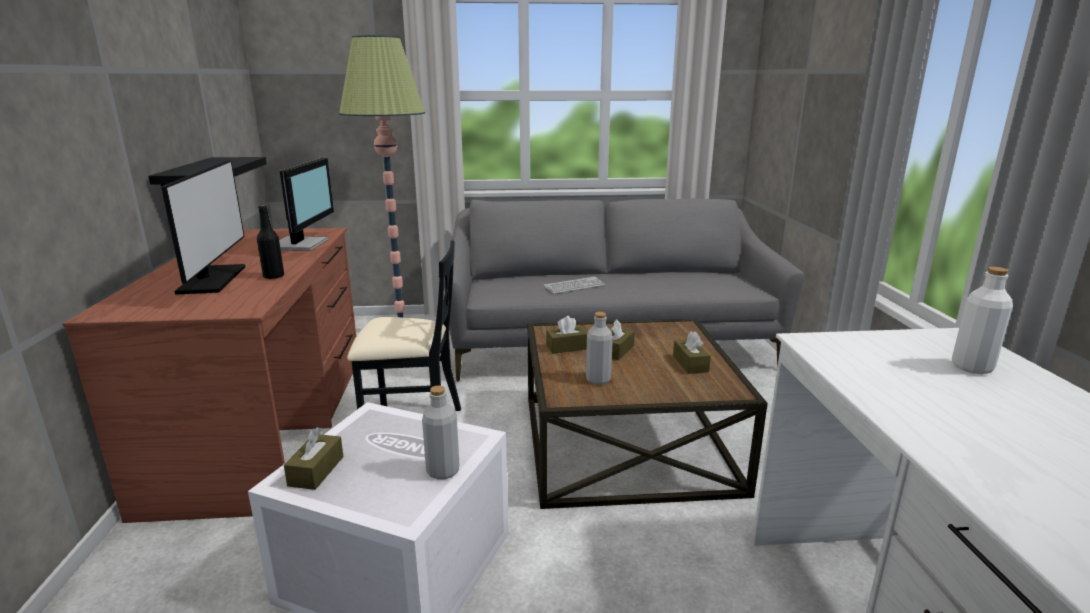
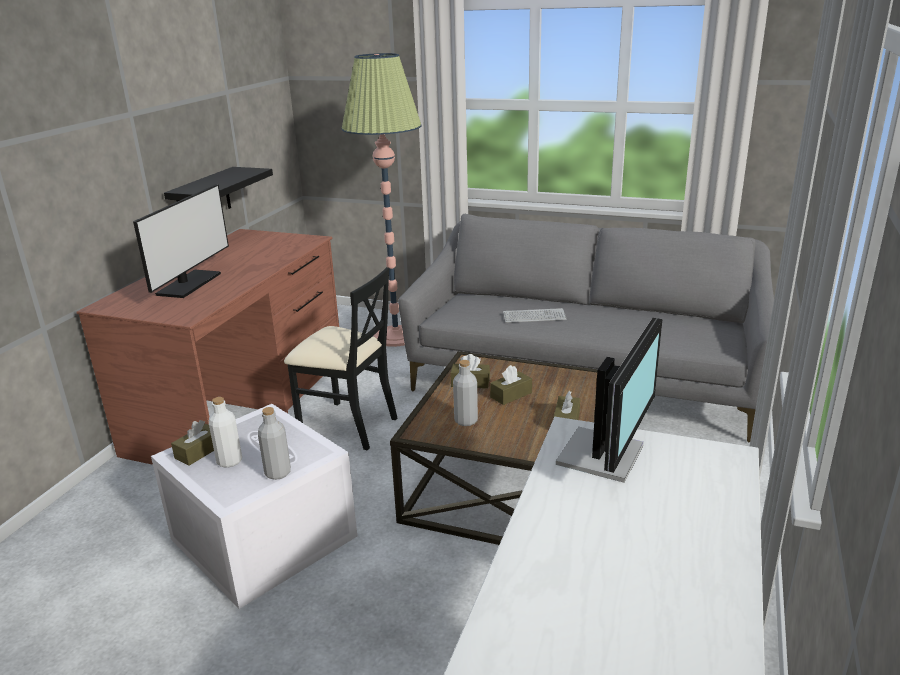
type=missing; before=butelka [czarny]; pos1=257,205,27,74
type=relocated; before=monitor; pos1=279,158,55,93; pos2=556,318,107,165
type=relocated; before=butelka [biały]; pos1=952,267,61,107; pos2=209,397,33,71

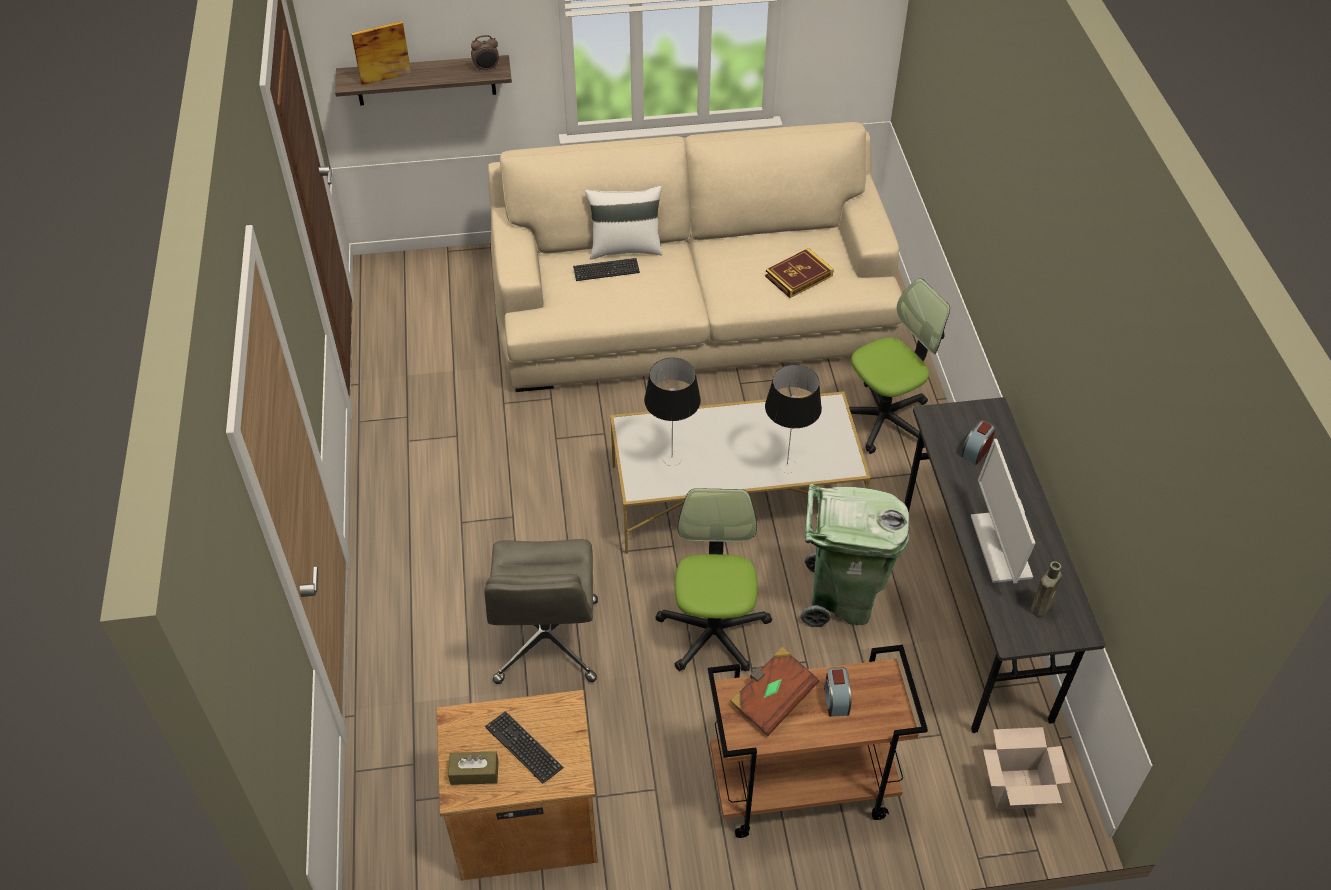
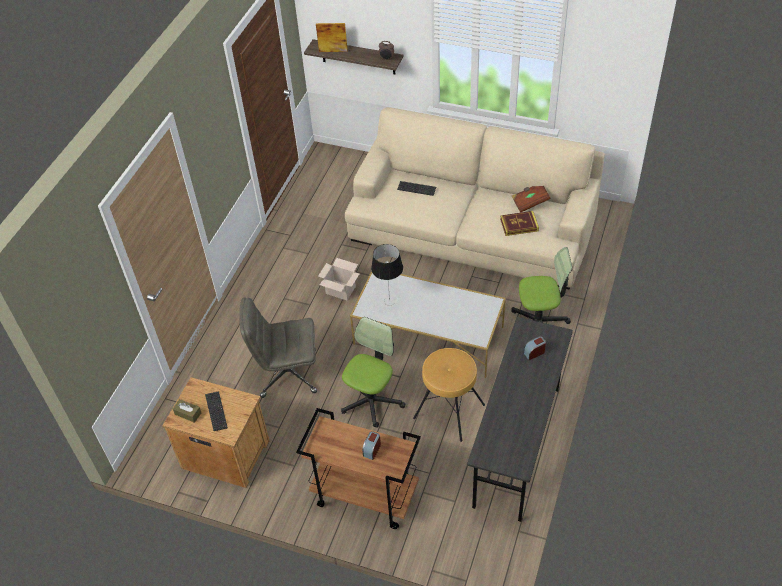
type=missing; before=poduszka [biały]; pos1=585,186,77,73
type=missing; before=lampa stołowa; pos1=765,365,57,108
type=missing; before=monitor; pos1=971,439,65,144
type=missing; before=butelka [brązowy]; pos1=1031,561,31,56
type=relocated; before=książka [brązowy]; pos1=730,647,90,89; pos2=512,186,38,27
type=relocated; before=karton; pos1=983,727,88,83; pos2=318,258,42,42
type=exchanged; before=kosz na śmieci [zielony]; after=stołek [brązowy]; pos1=801,484,108,143; pos2=413,348,72,94
type=spun; before=krzesło biurowe [szary]; pos1=484,539,114,145; pos2=239,297,78,101; turn=60

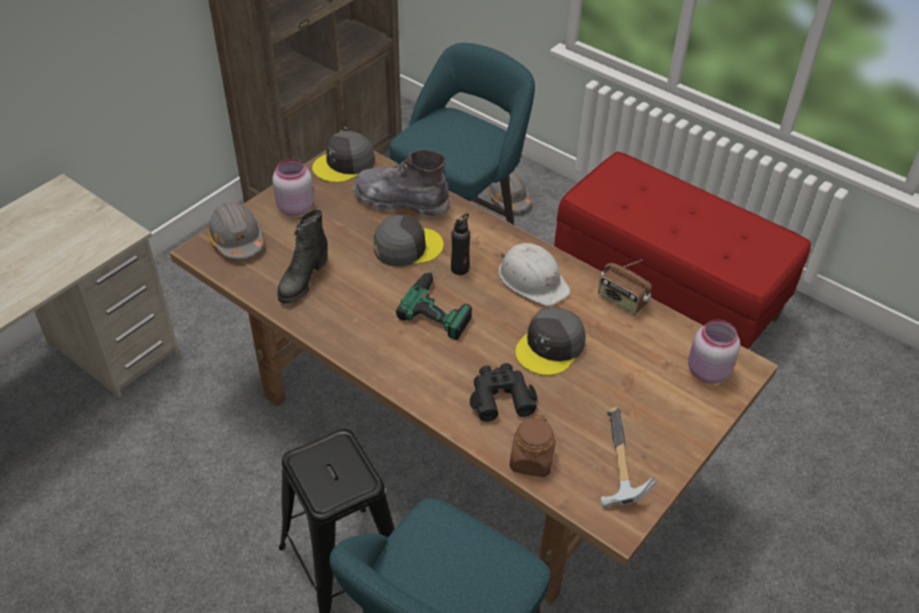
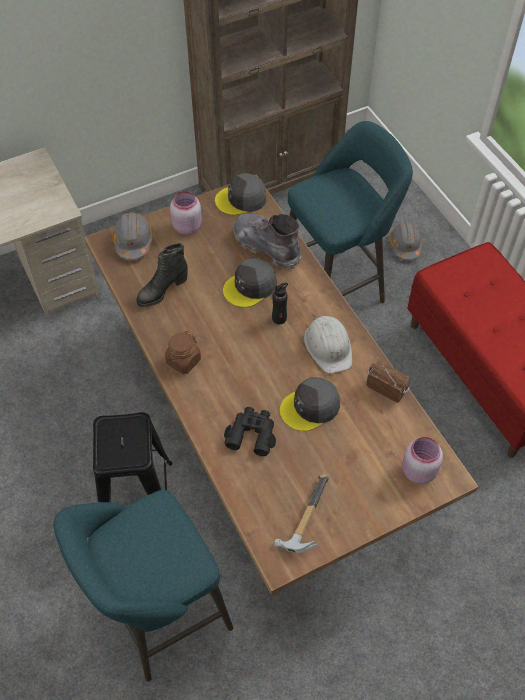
type=missing; before=wiertarka; pos1=396,265,76,75
type=relocated; before=słoik [brązowy]; pos1=510,414,46,63; pos2=165,331,36,43
type=spun; before=czapka z daszkiem [szary]; pos1=373,215,71,52; pos2=223,258,54,49; turn=135
type=spun; before=radio; pos1=598,260,54,55; pos2=366,361,44,42; turn=150

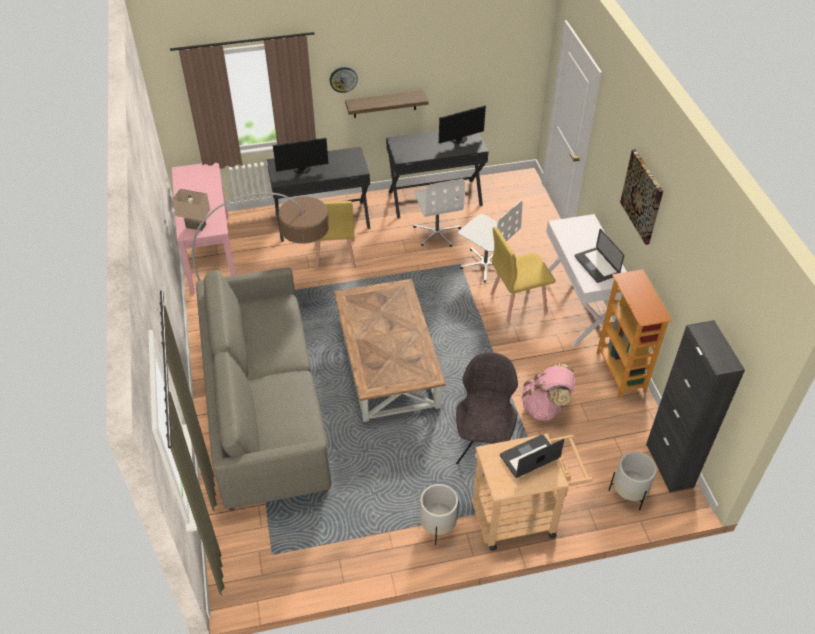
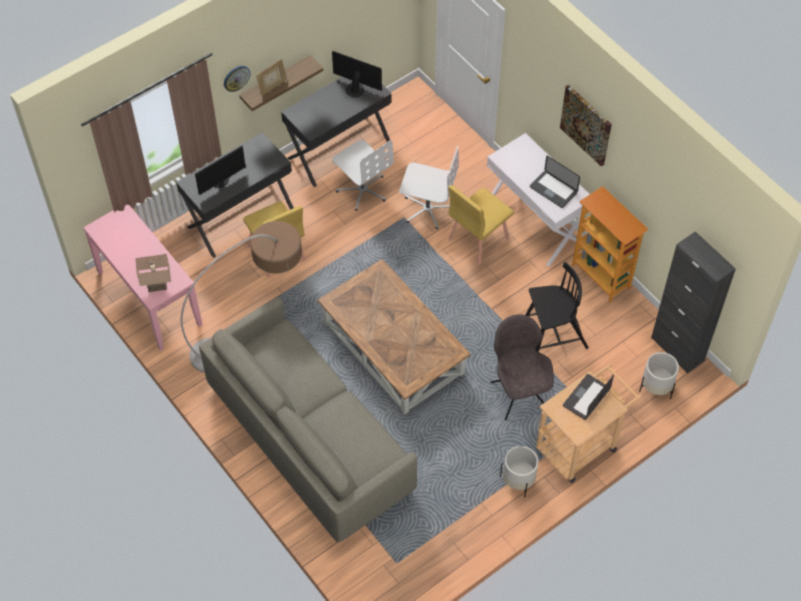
type=appeared; after=ramka na zdjęcie; pos2=256,59,31,36
type=exchanged; before=plecak [różowy]; after=krzesło [czarny]; pos1=522,363,53,58; pos2=526,262,63,90
type=spun; before=monitor; pos1=439,105,47,39; pos2=332,51,50,46; turn=-105

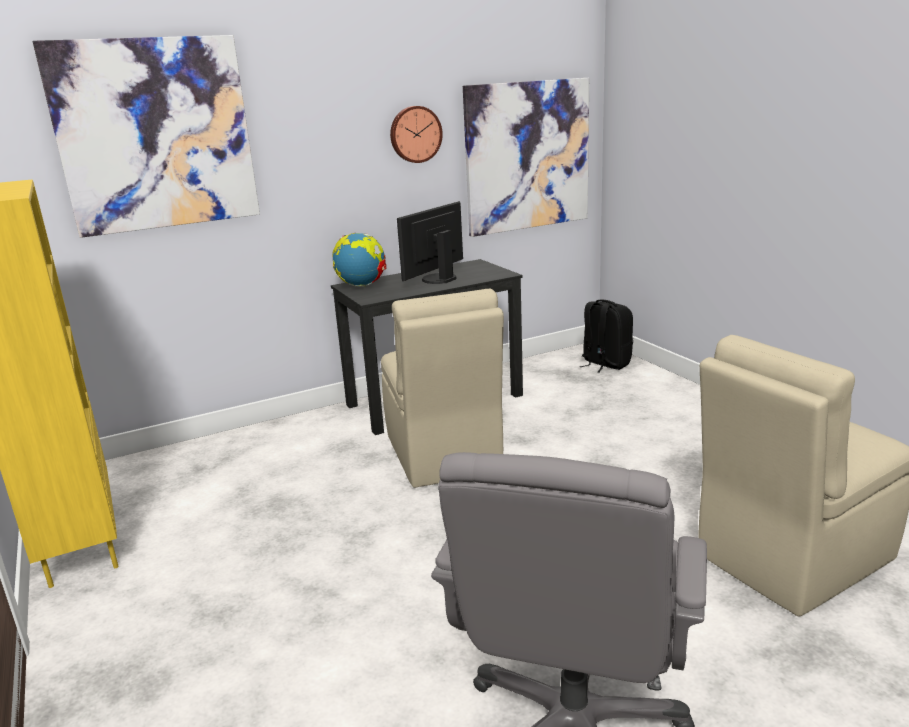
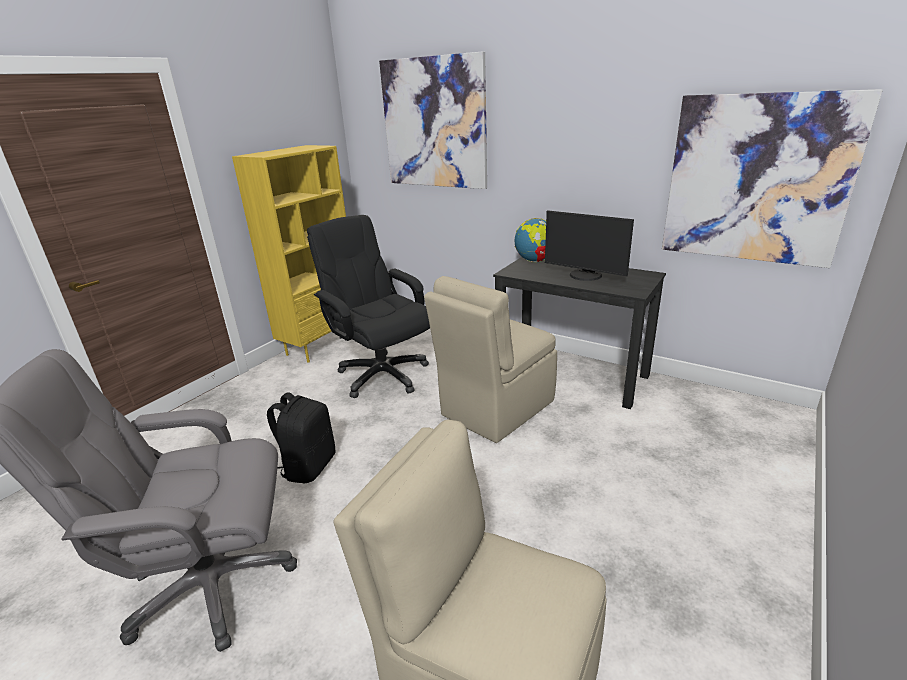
type=missing; before=zegar ścienny; pos1=390,106,53,57
type=appeared; after=krzesło biurowe [czarny]; pos2=307,215,123,183
type=relocated; before=plecak [czarny]; pos1=579,300,54,73; pos2=267,392,68,91
type=spun; before=monitor; pos1=397,201,66,83; pos2=545,210,89,71; turn=-150

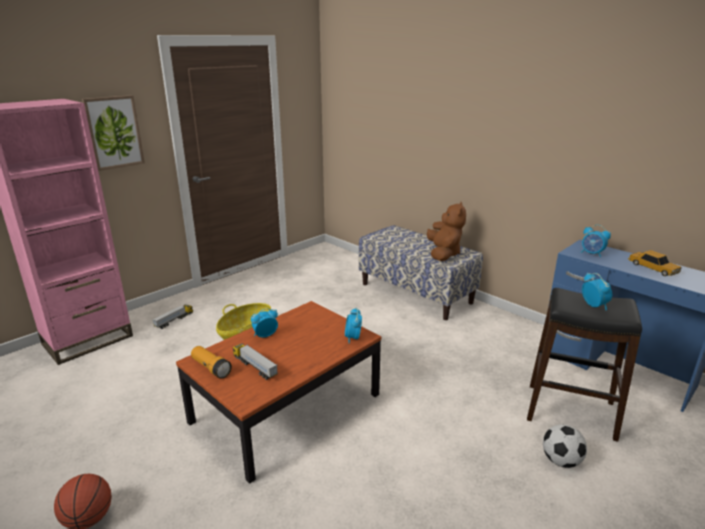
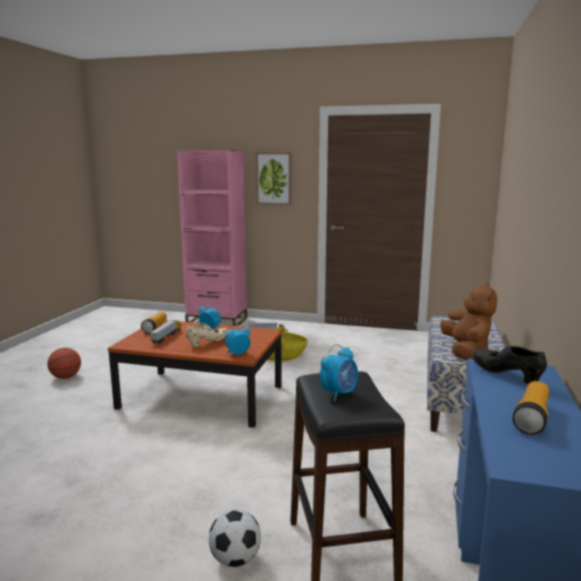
type=appeared; after=but [beżowy]; pos2=185,323,43,24
type=exchanged; before=budzik; after=but [czarny]; pos1=581,225,30,32; pos2=473,346,74,38
type=exchanged; before=samochodzik; after=latarka; pos1=628,250,53,26; pos2=513,381,36,54
type=spun; before=pluszak [brązowy]; pos1=427,202,39,59; pos2=440,283,57,77; turn=-60

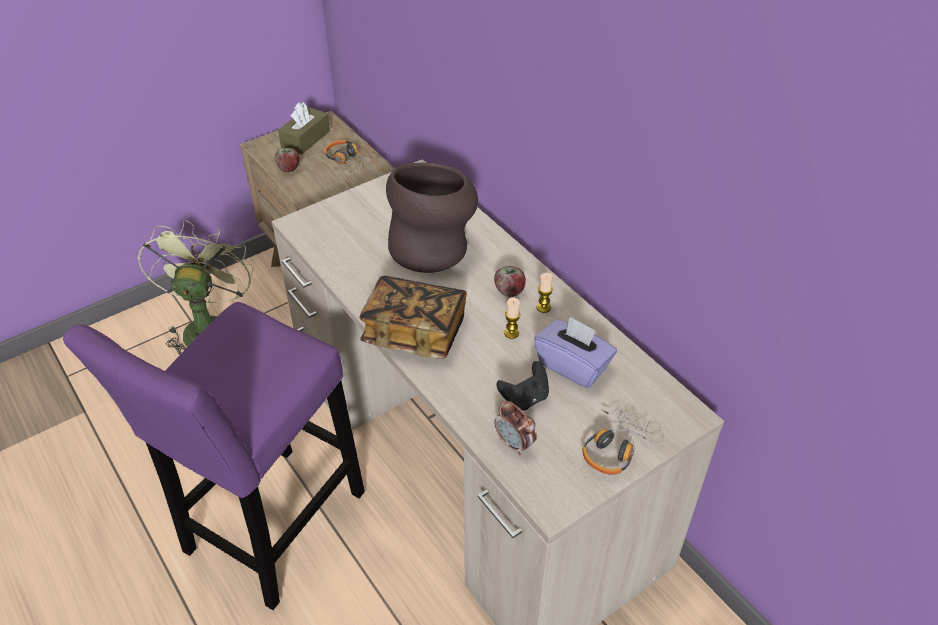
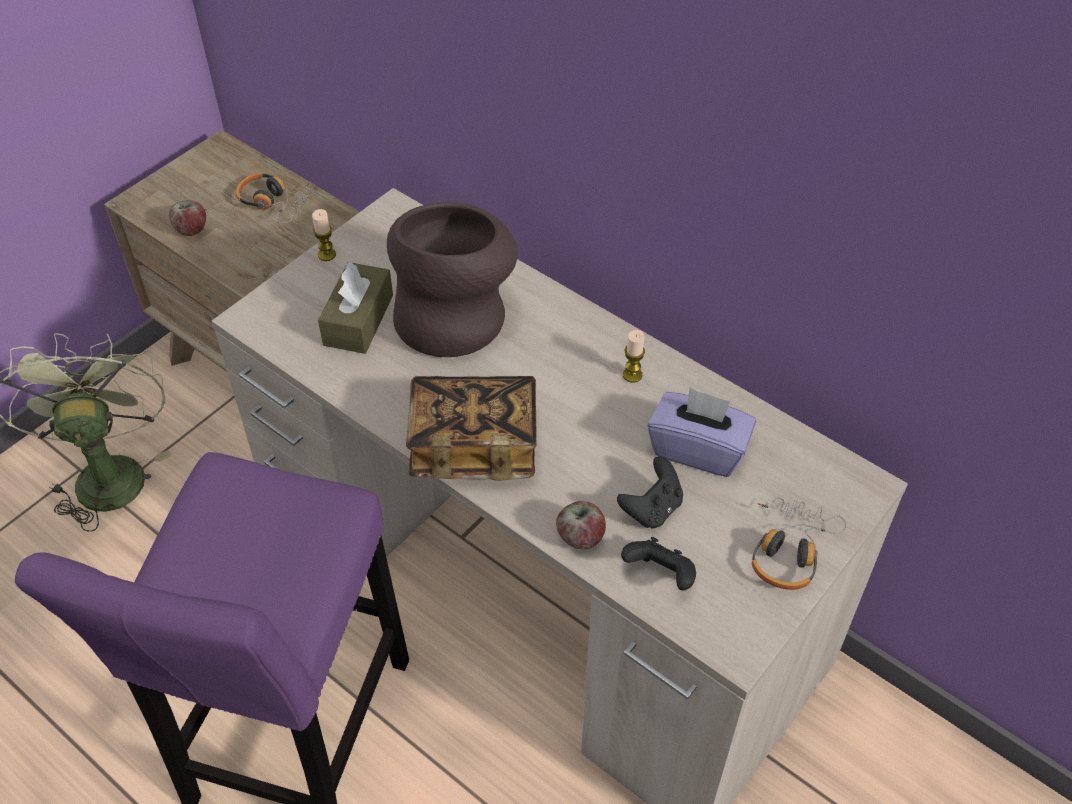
type=relocated; before=pudełko chusteczek [brązowy]; pos1=278,102,52,53; pos2=318,262,75,92
type=relocated; before=jabłko; pos1=494,266,32,31; pos2=556,501,50,49
type=relocated; before=świeca; pos1=504,297,16,42; pos2=312,209,24,52
type=exchanged; before=budzik; after=pad do gier [czarny]; pos1=494,400,43,55; pos2=621,537,75,54

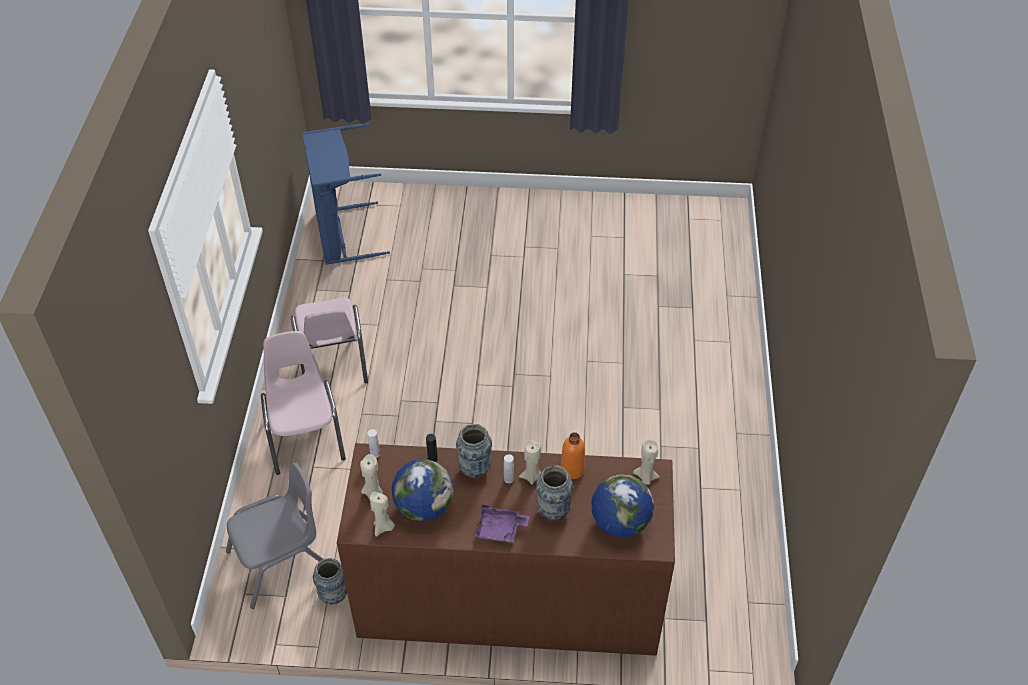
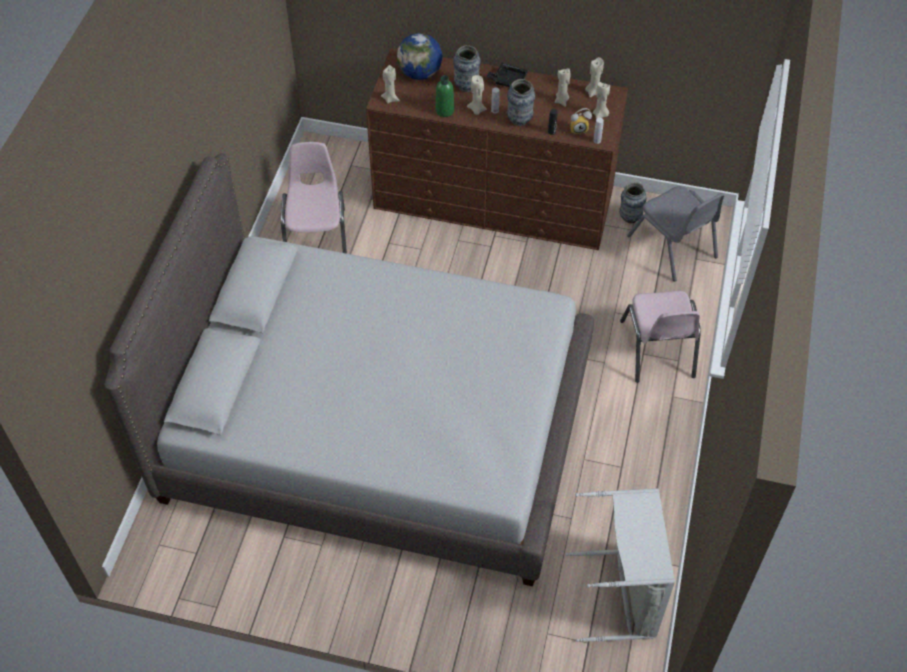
type=appeared; after=łóżko [szary]; pos2=105,153,489,433
type=appeared; after=budzik; pos2=571,108,21,26
type=relocated; before=krzesło [różowy]; pos1=291,297,77,86; pos2=281,142,66,112
type=exchanged; before=globus; after=świeca [beżowy]; pos1=392,459,62,62; pos2=555,68,15,39
type=colour; before=kosz na pranie [niebieski]; after=kosz na pranie [szary]; pos1=302,123,88,142; pos2=565,488,110,154
type=colour; before=taca [fioletowy]; after=taca [czarny]; pos1=474,504,56,39; pos2=486,63,42,25
type=colour; before=butelka [pomarańczowy]; after=butelka [zielony]; pos1=560,432,25,47; pos2=435,75,19,42
type=spun; before=krzesło [szary]; pos1=226,462,97,147; pos2=627,186,98,95; turn=-105

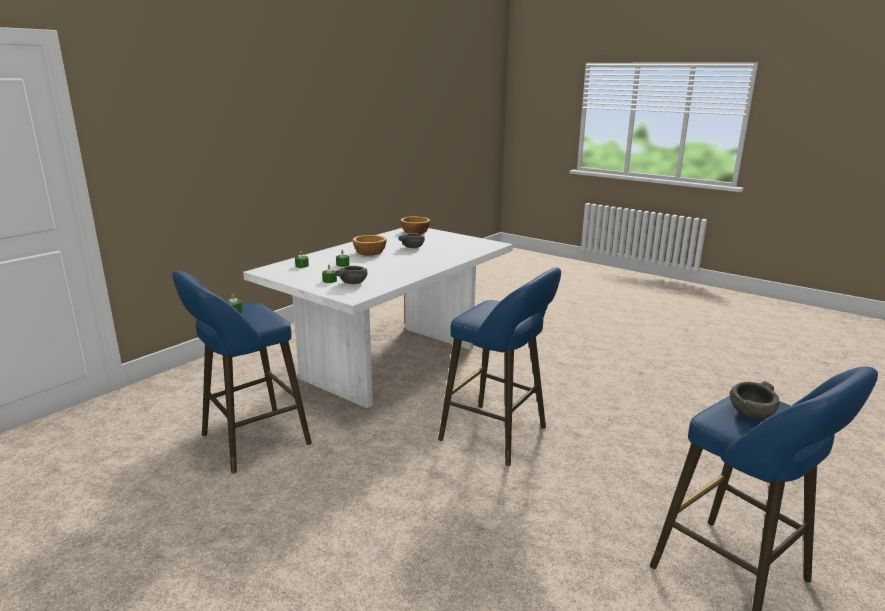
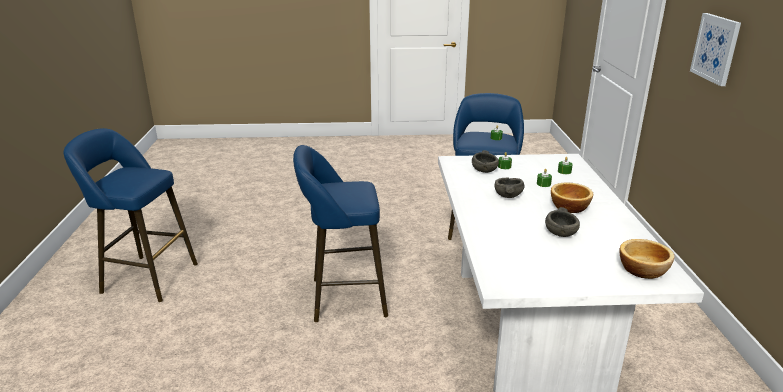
type=appeared; after=obraz; pos2=690,13,51,73
type=relocated; before=miska [szary]; pos1=729,381,51,38; pos2=494,177,31,21

